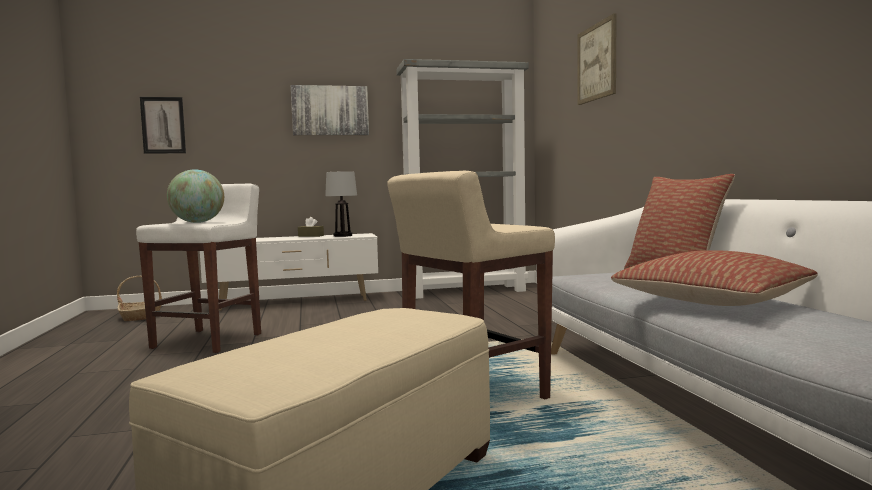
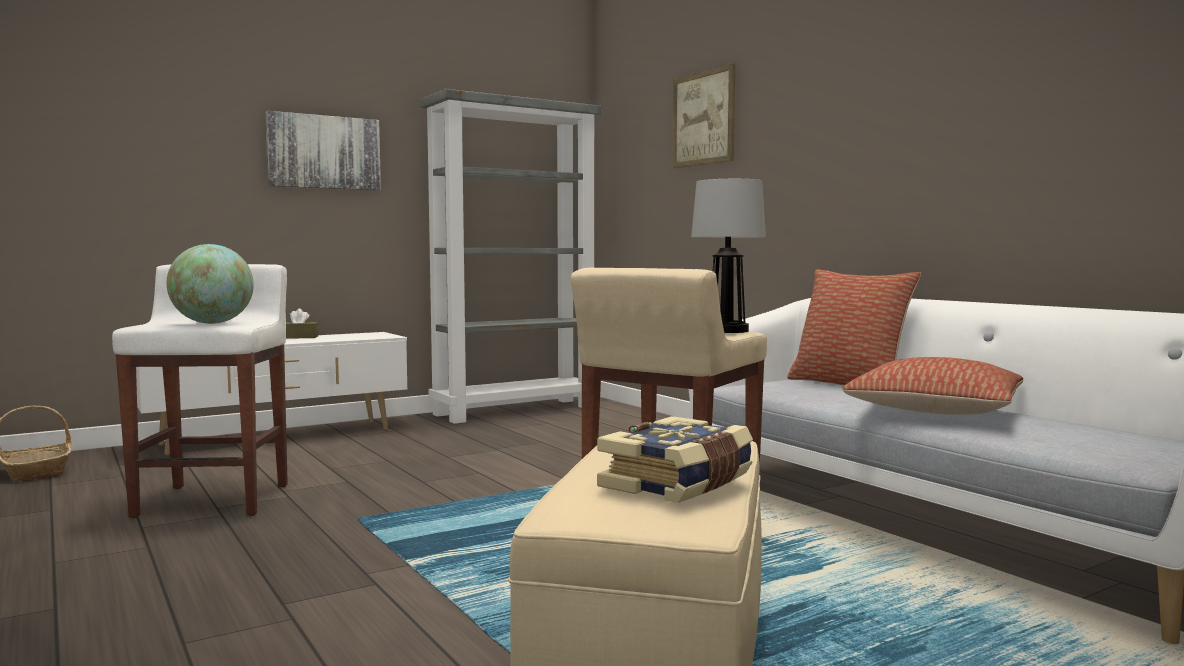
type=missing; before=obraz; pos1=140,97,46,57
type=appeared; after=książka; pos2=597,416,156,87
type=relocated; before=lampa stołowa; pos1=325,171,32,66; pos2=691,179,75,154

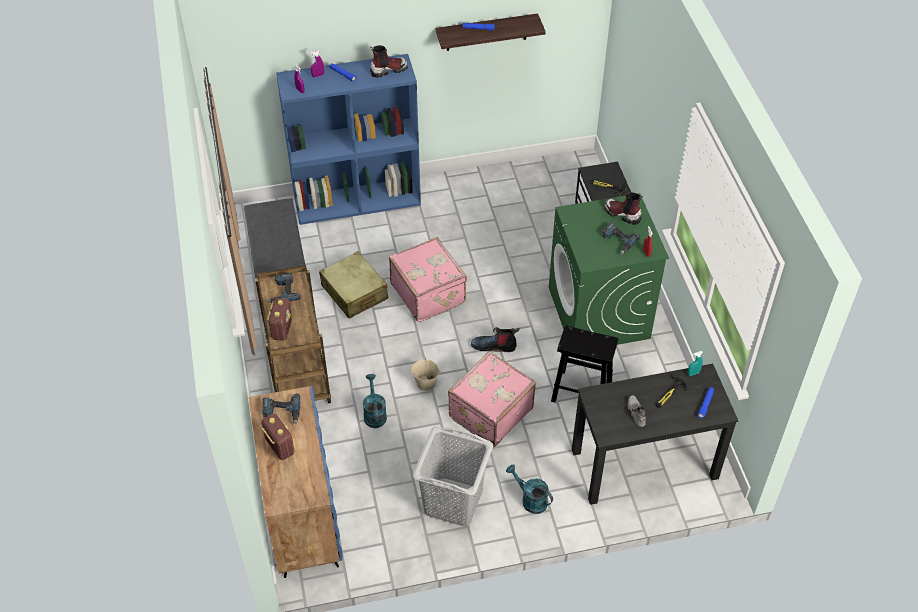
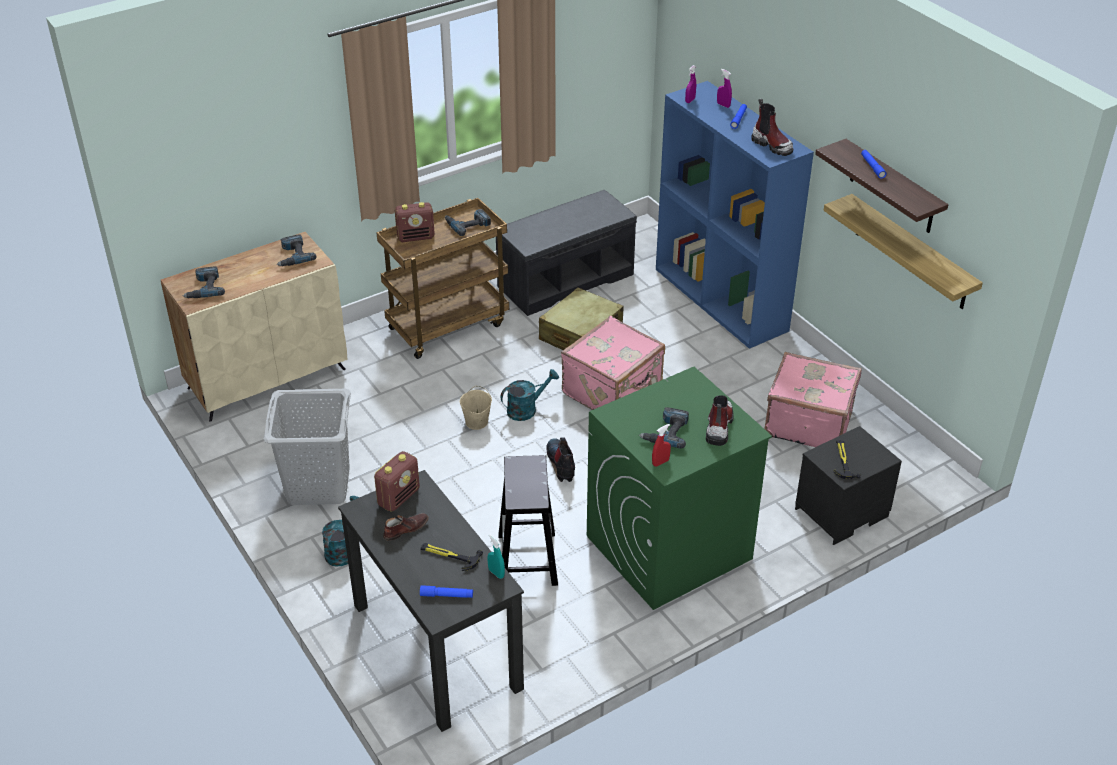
type=appeared; after=wiertarka; pos2=182,266,43,32
type=appeared; after=półka; pos2=823,194,160,115
type=relocated; before=radio; pos1=260,414,34,46; pos2=374,451,46,61
type=relocated; before=konewka [turkusowy]; pos1=363,374,24,54; pos2=501,369,58,52
type=relocated; before=walizka [różowy]; pos1=448,351,88,96; pos2=764,352,98,95
type=colour; before=szafka [niebieski]; after=szafka [beżowy]; pos1=248,386,95,192; pos2=161,232,186,190
type=colour; before=but [szary]; after=but [brązowy]; pos1=628,395,18,32; pos2=383,513,46,28

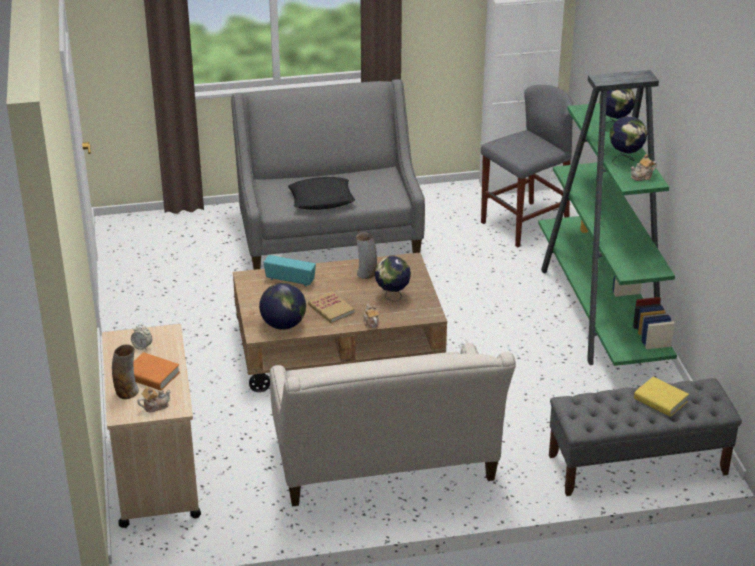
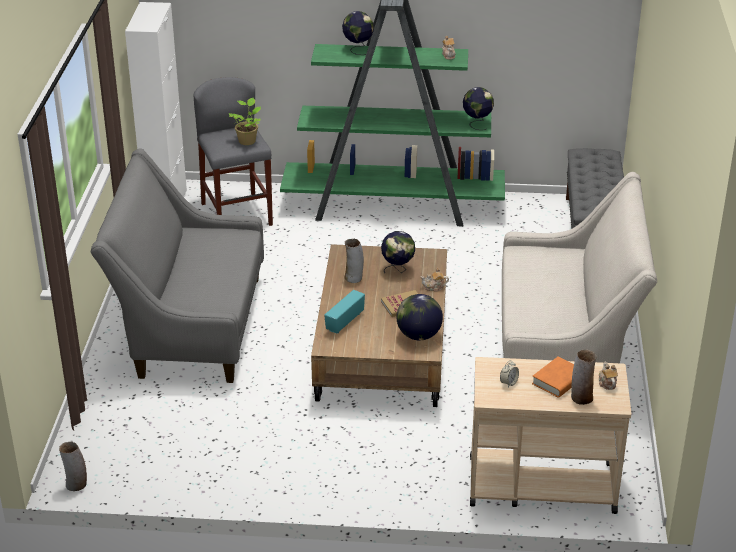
type=missing; before=poduszka [czarny]; pos1=288,177,67,33
type=missing; before=książka [żółty]; pos1=634,376,55,41
type=appeared; after=wazon; pos2=59,441,28,50
type=appeared; after=roślina doniczkowa; pos2=229,98,32,47
type=relocated; before=globus; pos1=609,116,38,51; pos2=463,87,31,43

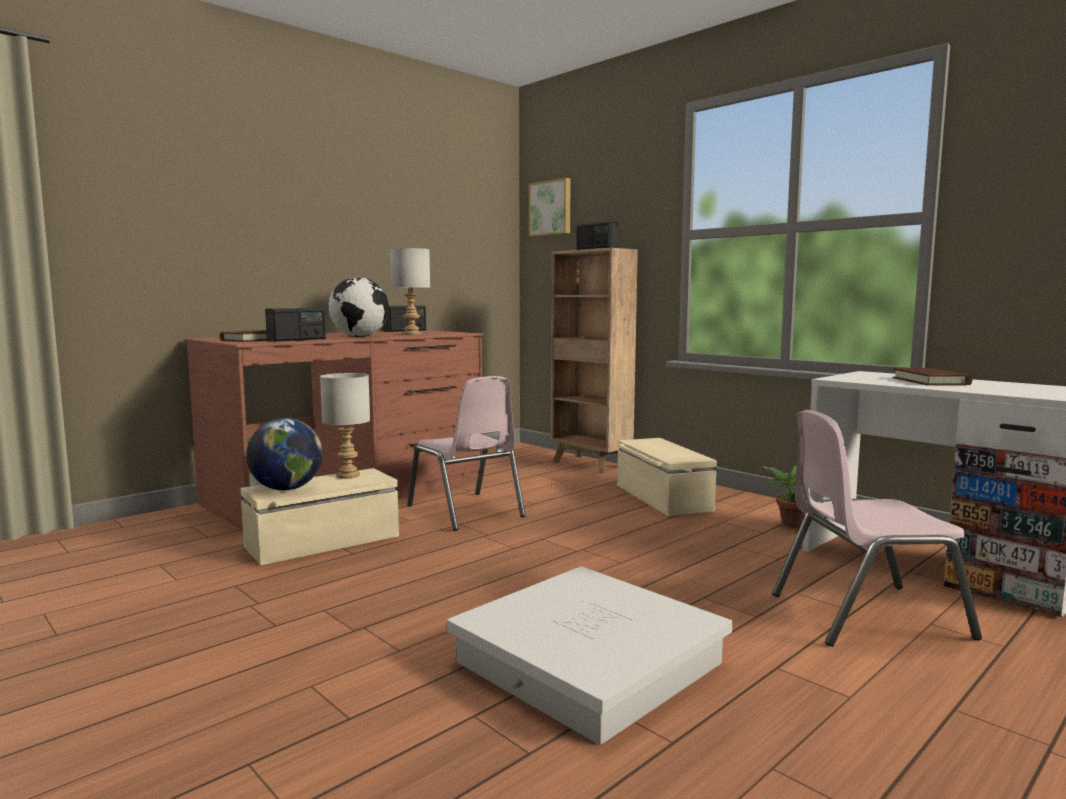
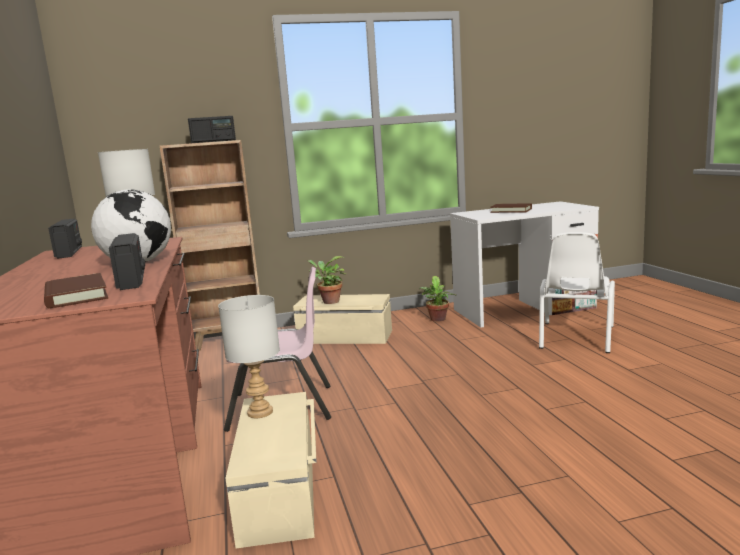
type=missing; before=globus; pos1=246,418,77,72
type=missing; before=pojemnik do przechowywania [biały]; pos1=447,566,286,179
type=missing; before=obraz; pos1=529,178,42,59
type=appeared; after=roślina doniczkowa; pos2=308,256,38,48
type=colour; before=krzesło [różowy]; after=krzesło [biały]; pos1=772,410,210,237; pos2=539,232,76,121

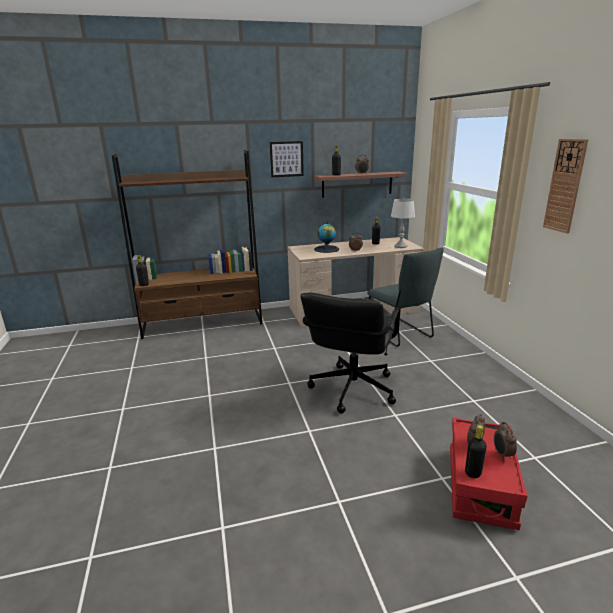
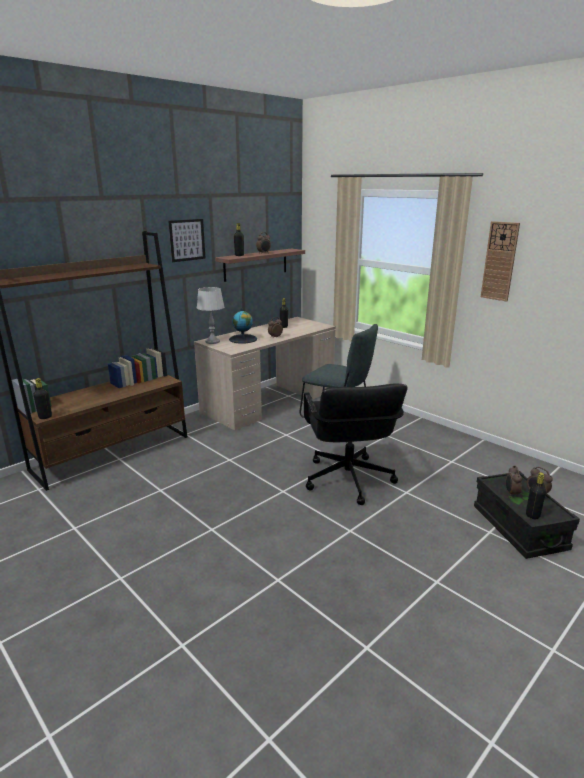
type=relocated; before=lampa stołowa [szary]; pos1=391,199,24,49; pos2=197,287,27,57
type=colour; before=pojemnik do przechowywania [czerwony]; after=pojemnik do przechowywania [czarny]; pos1=450,418,78,112; pos2=474,471,106,88

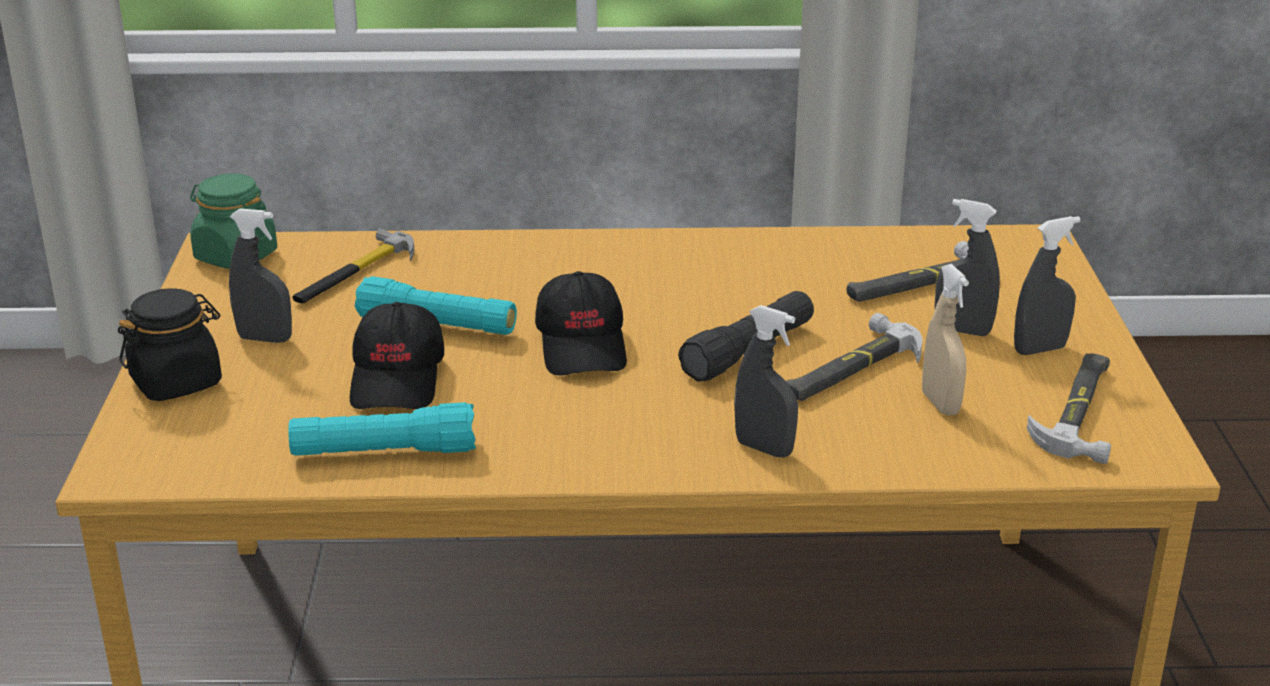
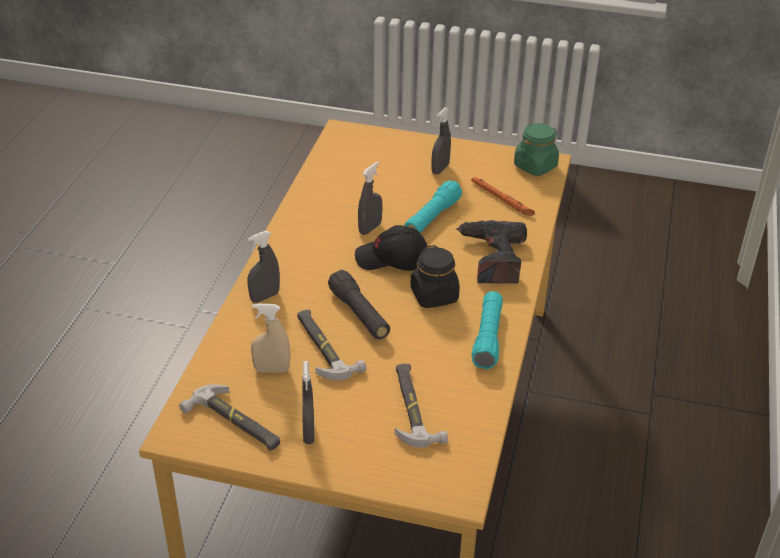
type=missing; before=czapka z daszkiem [czarny]; pos1=350,302,94,107
type=appeared; after=wiertarka; pos2=456,220,71,64
type=relocated; before=słoik [czarny]; pos1=118,288,104,113; pos2=410,245,50,63
type=relocated; before=latarka [turkusowy]; pos1=288,402,188,54; pos2=471,291,32,78
type=relocated; before=spryskiwacz [szary]; pos1=935,199,65,137; pos2=358,162,24,73
type=exchanged; before=młotek; after=latarka [pomarańczowy]; pos1=292,229,122,75; pos2=471,177,64,39

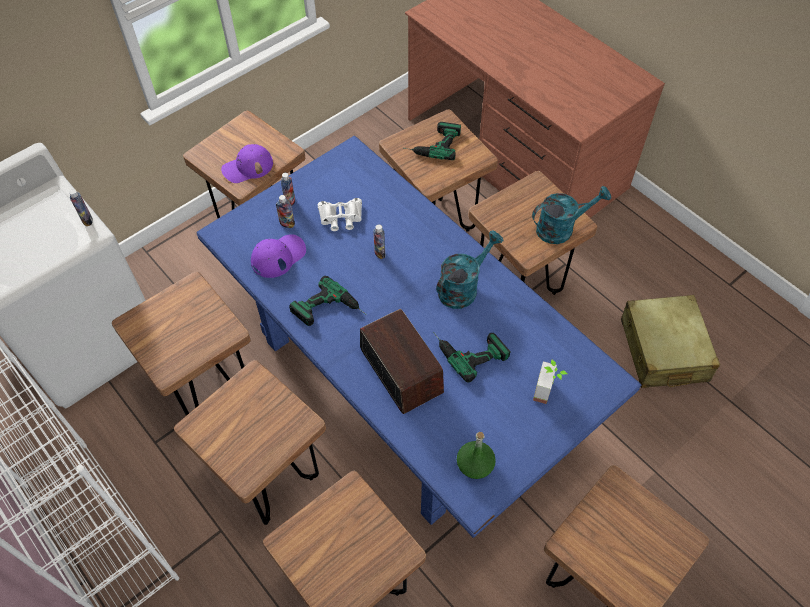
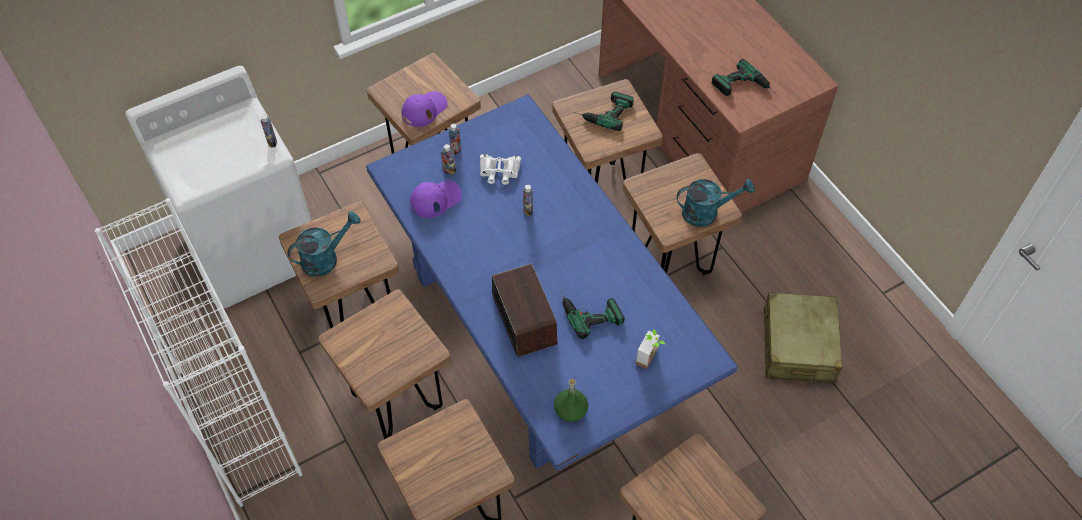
type=relocated; before=wiertarka; pos1=289,276,78,50; pos2=712,59,63,37
type=relocated; before=konewka [turkusowy]; pos1=436,230,67,79; pos2=288,211,73,66
type=spun; before=czapka z daszkiem [fioletowy]; pos1=221,144,52,39; pos2=402,91,45,36; turn=150

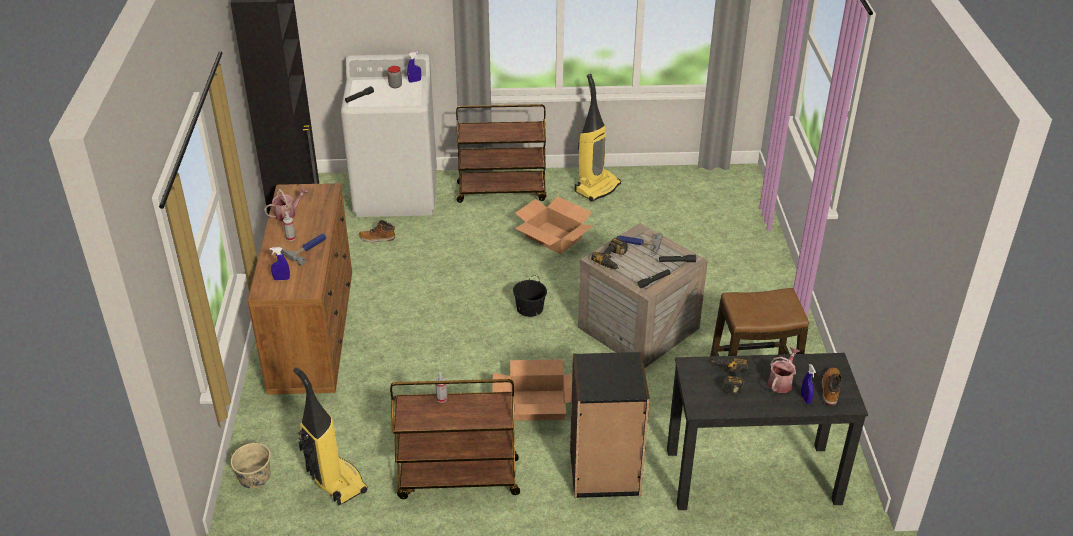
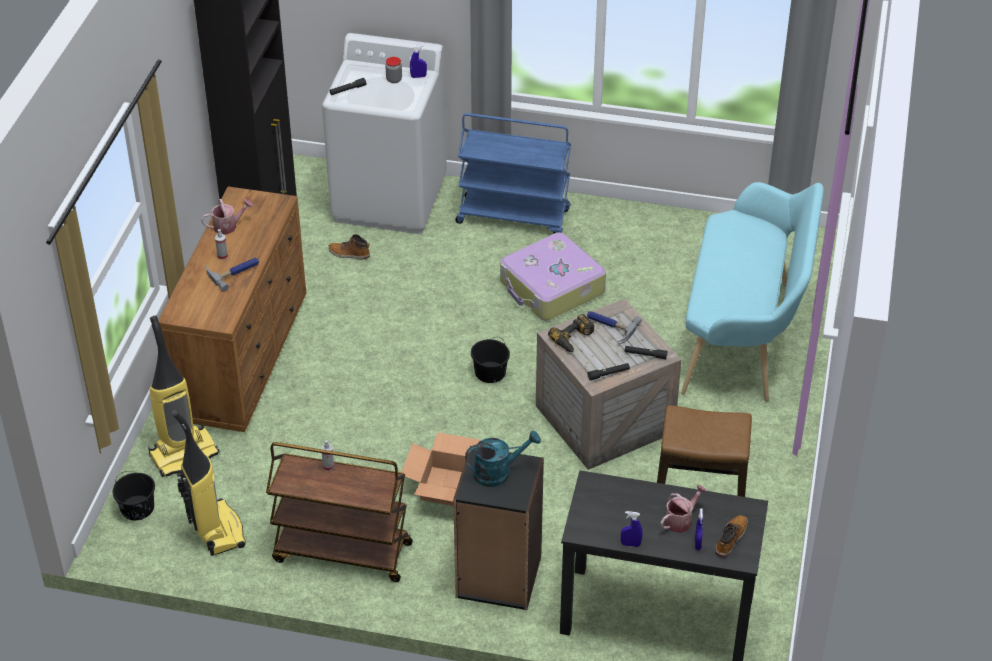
type=missing; before=wiertarka; pos1=711,358,38,36
type=appeared; after=konewka [turkusowy]; pos2=465,430,76,57
type=appeared; after=ławka [turkusowy]; pos2=681,182,143,219
type=relocated; before=spryskiwacz [niebieski]; pos1=270,247,20,34; pos2=621,511,21,36
type=relocated; before=odkurzacz; pos1=575,74,46,128; pos2=148,315,72,162
type=exchanged; before=karton; after=walizka; pos1=515,196,78,58; pos2=500,232,106,89
type=colour; before=wiadro [beżowy]; after=wiadro [czarny]; pos1=231,441,40,48; pos2=113,471,42,49
type=colour; before=wózek [brązowy]; after=wózek [niebieski]; pos1=456,104,90,99; pos2=455,113,116,121

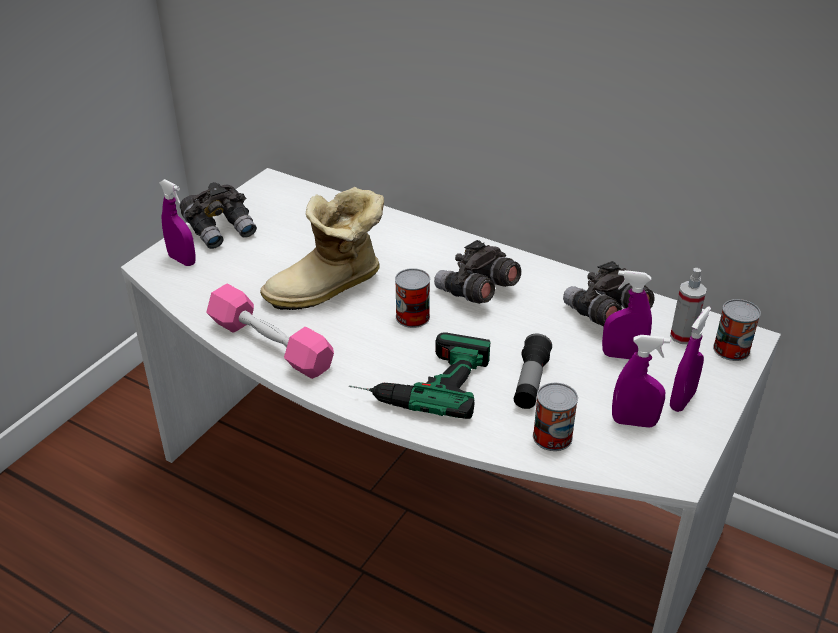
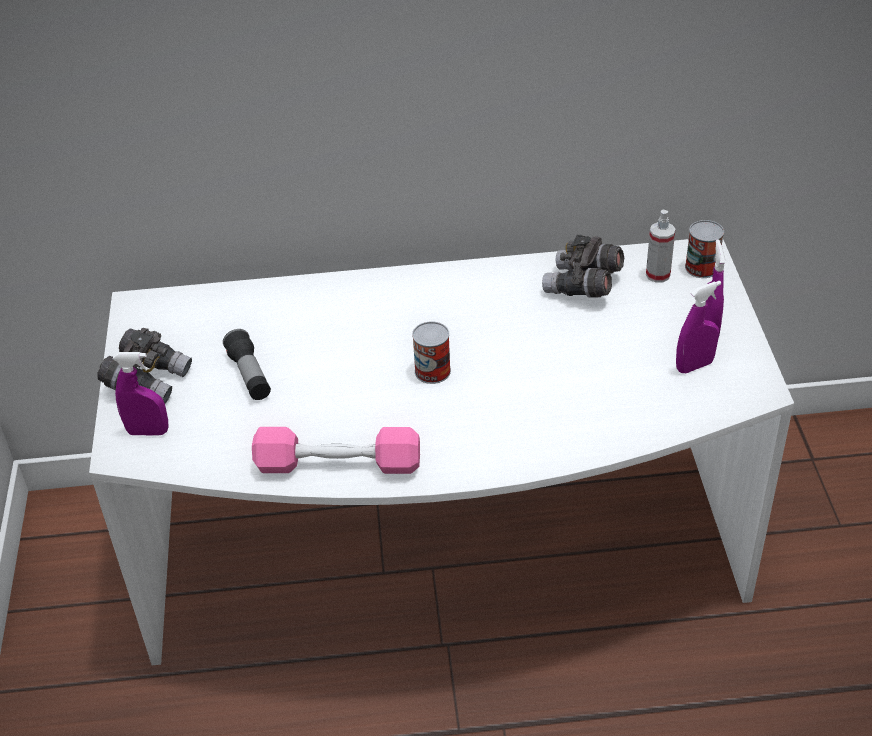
type=missing; before=but z cholewką; pos1=260,187,124,123
type=missing; before=wiertarka; pos1=349,333,141,86
type=missing; before=lornetka [szary]; pos1=434,240,87,64
type=missing; before=puszka; pos1=533,383,45,68
type=missing; before=spryskiwacz [fioletowy]; pos1=602,270,50,89
type=relocated; before=latarka; pos1=514,334,38,75; pos2=223,329,48,71

